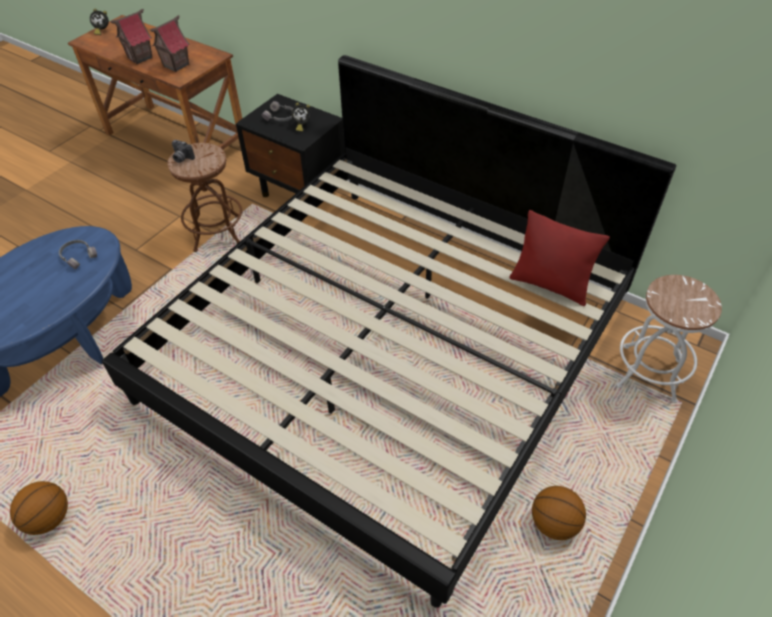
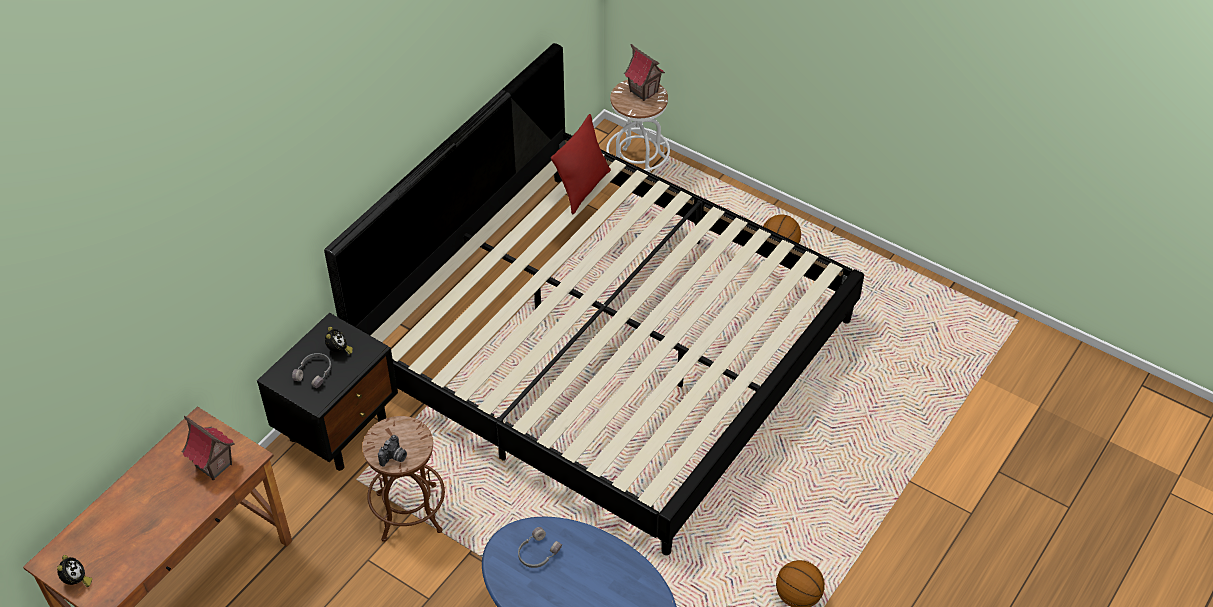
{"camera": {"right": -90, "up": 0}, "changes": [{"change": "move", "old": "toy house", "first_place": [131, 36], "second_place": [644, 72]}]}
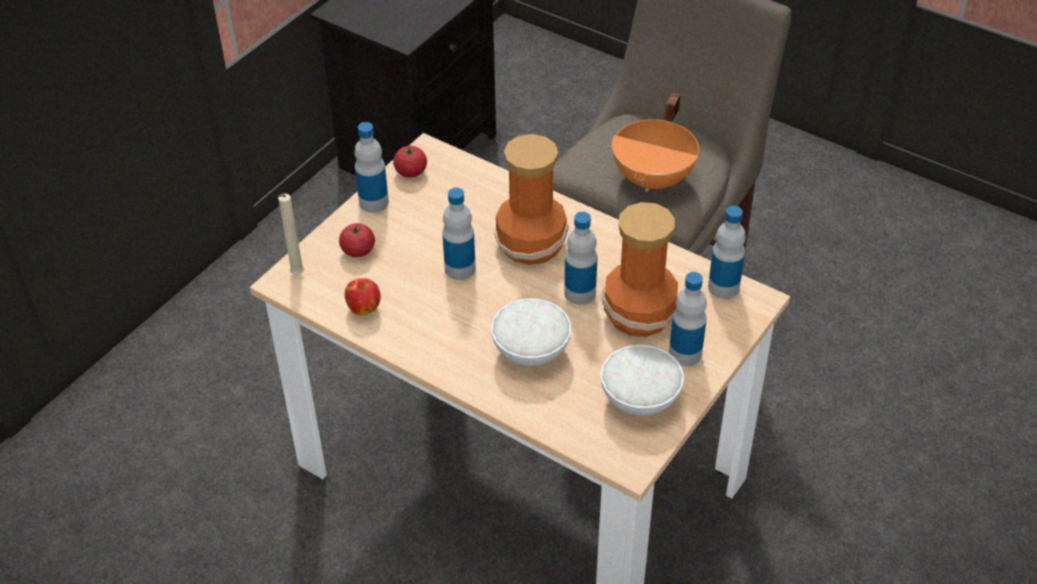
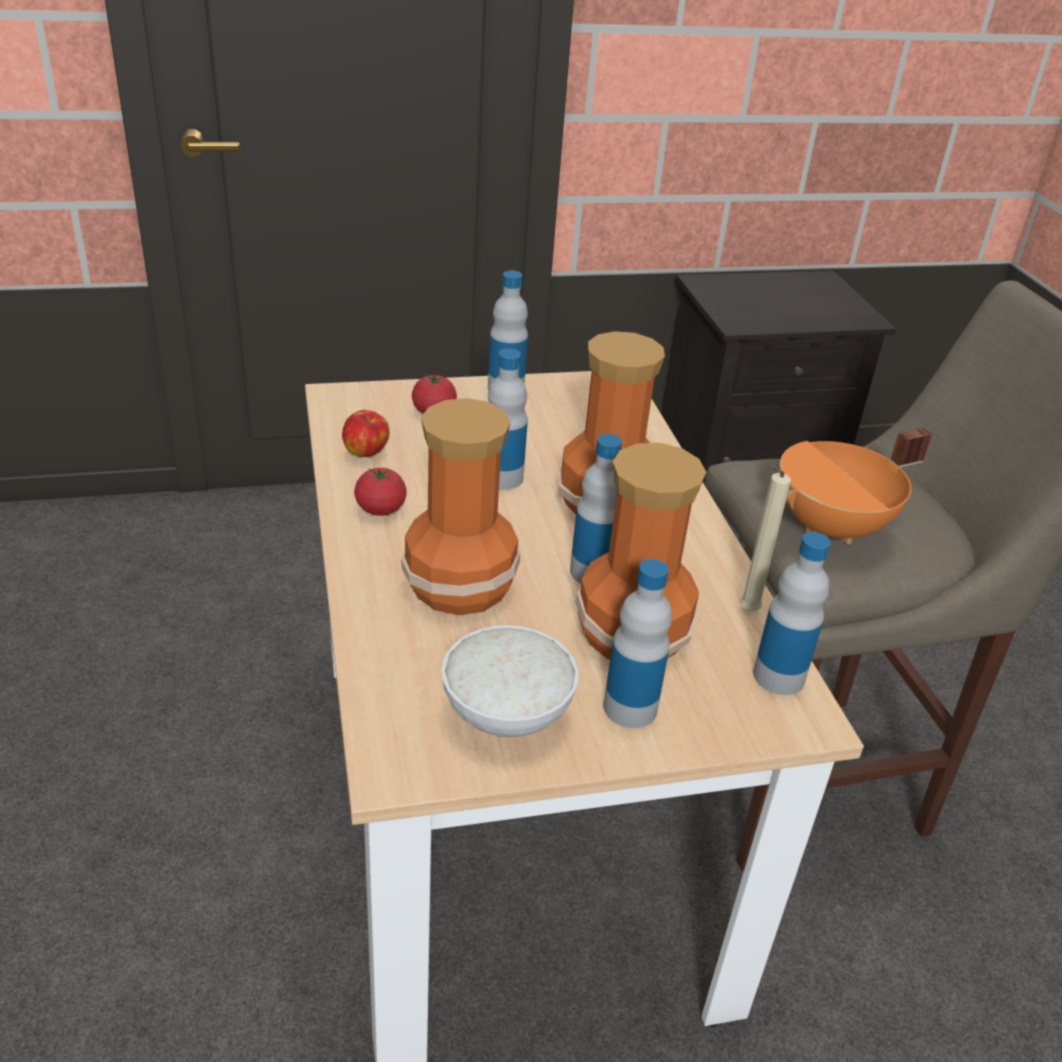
{"camera": {"right": 40, "up": -10}, "changes": [{"change": "move", "old": "tomato", "first_place": [410, 161], "second_place": [380, 492]}, {"change": "move", "old": "candle/beige", "first_place": [290, 234], "second_place": [765, 538]}, {"change": "replace", "old": "bowl/white", "new": "vase", "first_place": [531, 332], "second_place": [460, 506]}]}
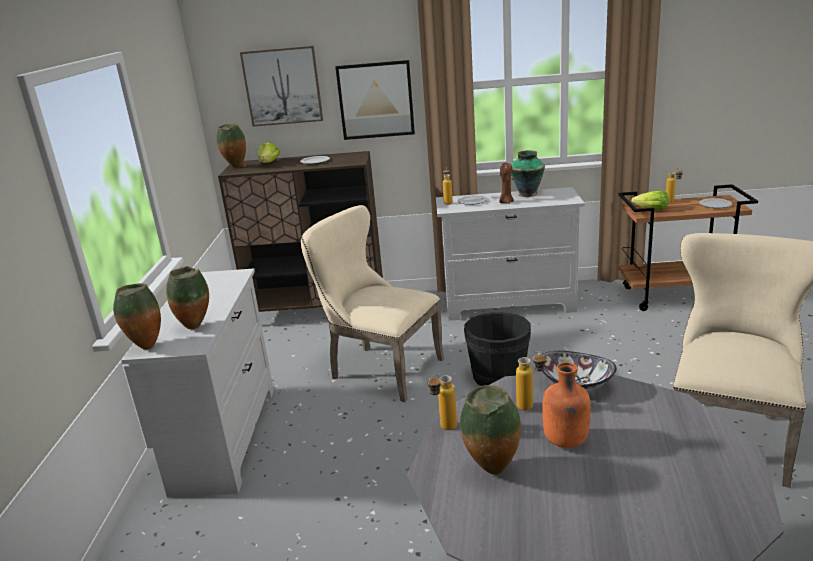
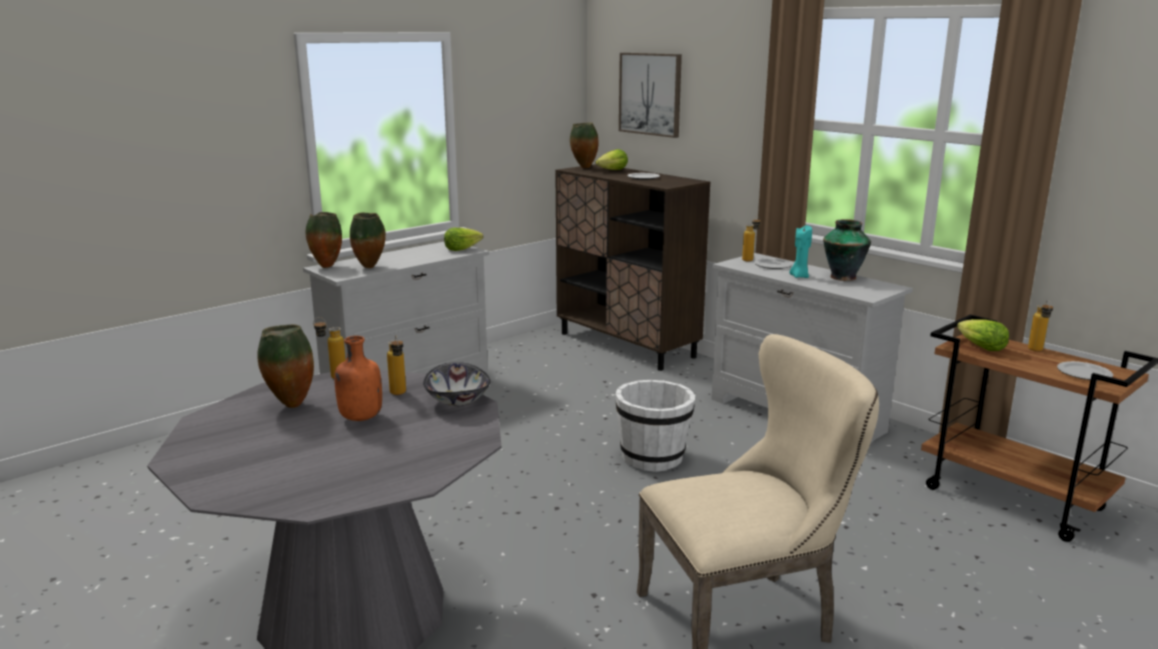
{"camera": {"right": 45, "up": -5}, "changes": [{"change": "delete", "old": "picture", "first_place": [375, 100]}, {"change": "recolor", "old": "candle/brown", "new": "candle/turquoise", "first_place": [506, 183], "second_place": [800, 251]}, {"change": "delete", "old": "chair/beige", "first_place": [372, 303]}, {"change": "recolor", "old": "bucket/black", "new": "bucket/white", "first_place": [497, 349], "second_place": [655, 426]}, {"change": "insert", "new": "lettuce", "second_place": [463, 239]}]}
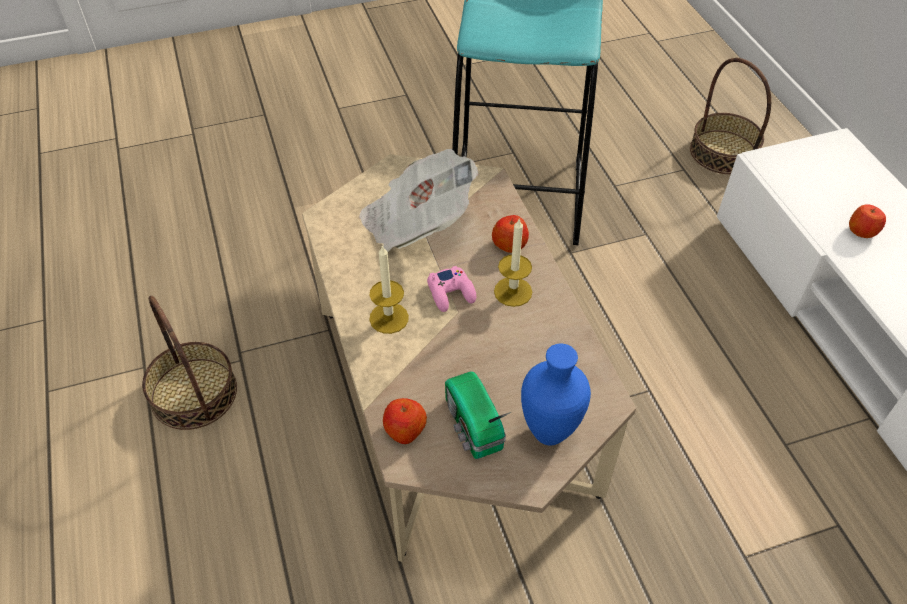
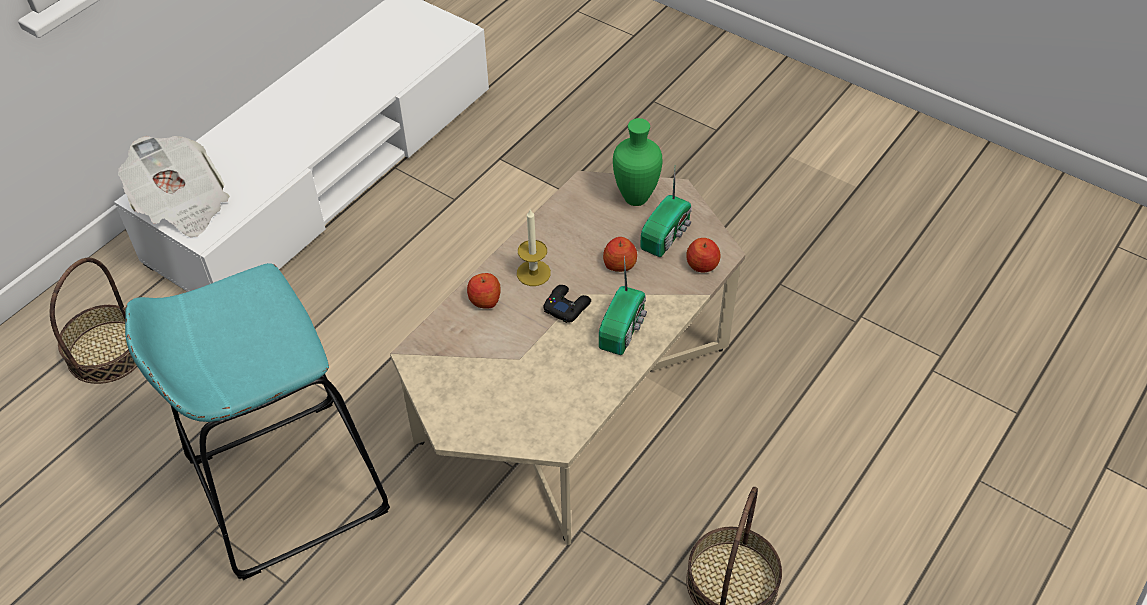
{"camera": {"right": -125, "up": 0}, "changes": [{"change": "move", "old": "newspaper", "first_place": [418, 200], "second_place": [174, 186]}, {"change": "move", "old": "apple", "first_place": [867, 221], "second_place": [620, 254]}, {"change": "replace", "old": "candle", "new": "radio", "first_place": [389, 289], "second_place": [623, 305]}, {"change": "recolor", "old": "game controller/pink", "new": "game controller/black", "first_place": [451, 289], "second_place": [567, 304]}, {"change": "recolor", "old": "vase/blue", "new": "vase/green", "first_place": [556, 394], "second_place": [637, 162]}]}
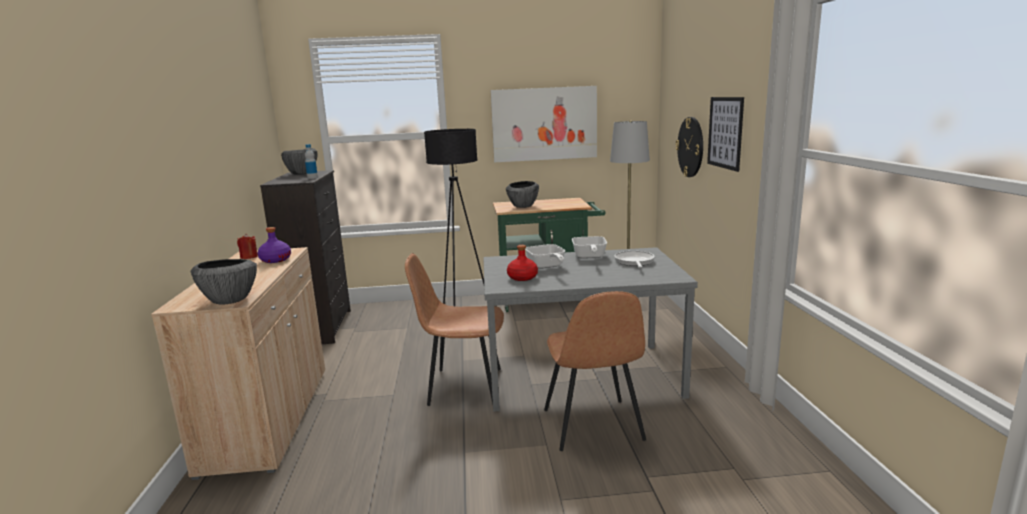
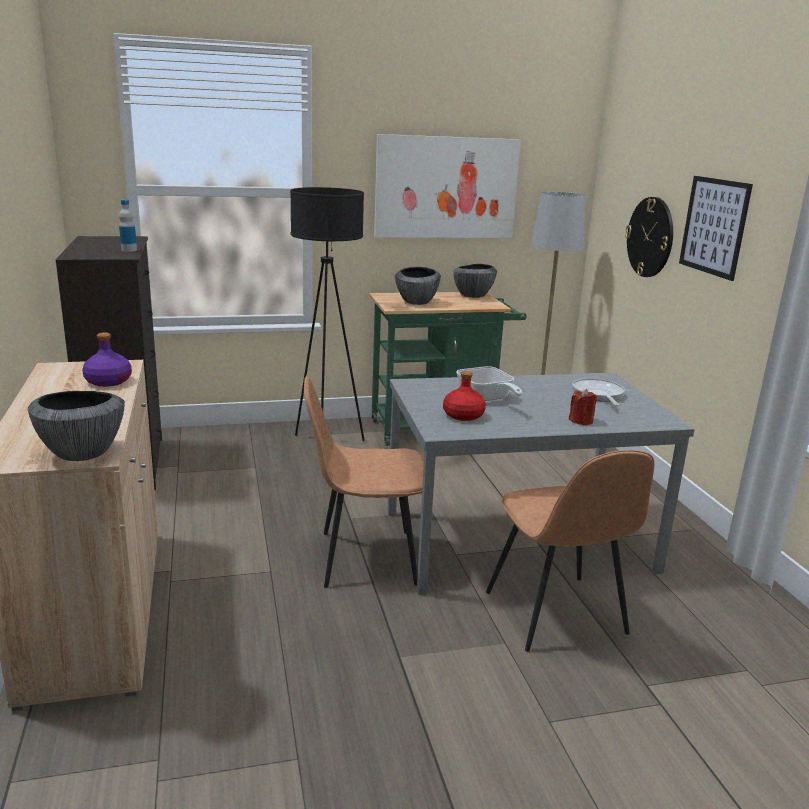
{"camera": {"right": -10, "up": 5}, "changes": [{"change": "move", "old": "bowl", "first_place": [299, 161], "second_place": [475, 281]}, {"change": "move", "old": "candle/red", "first_place": [247, 246], "second_place": [583, 407]}, {"change": "delete", "old": "frying pan", "first_place": [589, 247]}]}
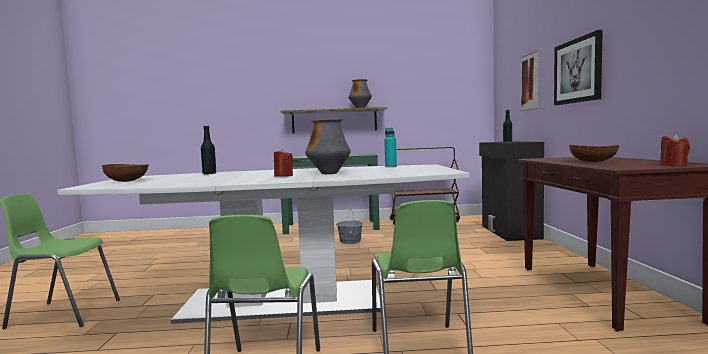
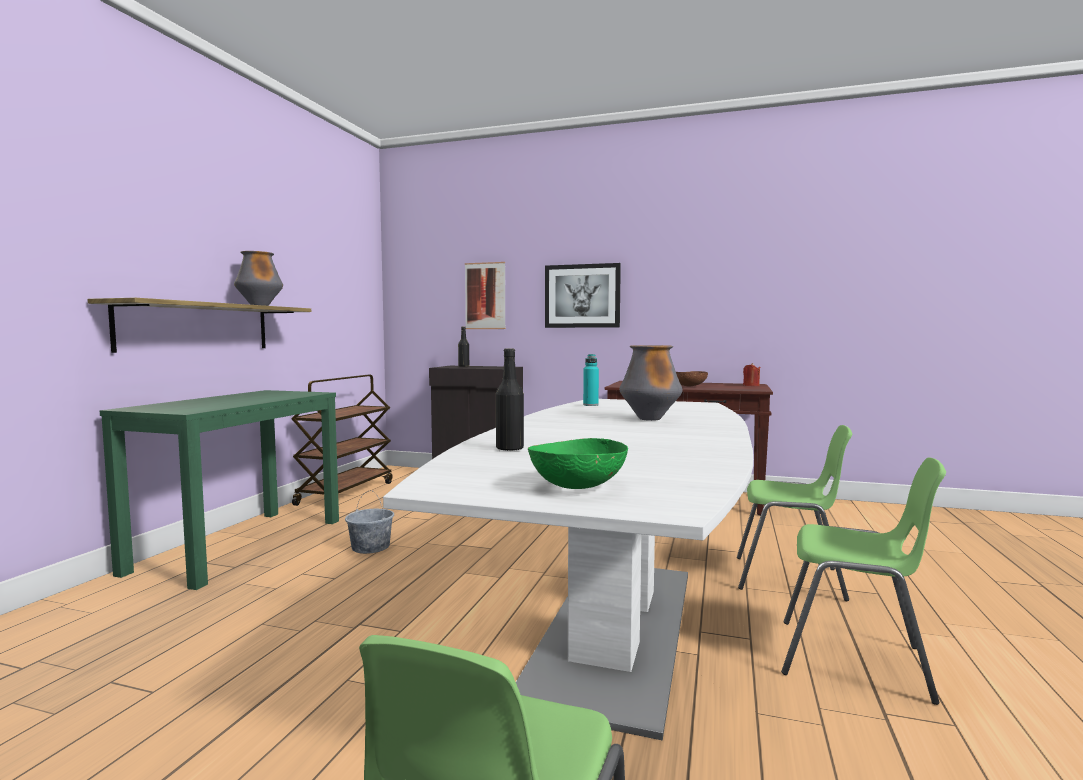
{"camera": {"right": -70, "up": 0}, "changes": [{"change": "delete", "old": "candle/red", "first_place": [283, 163]}, {"change": "recolor", "old": "bowl/brown", "new": "bowl/green", "first_place": [125, 173], "second_place": [578, 463]}]}
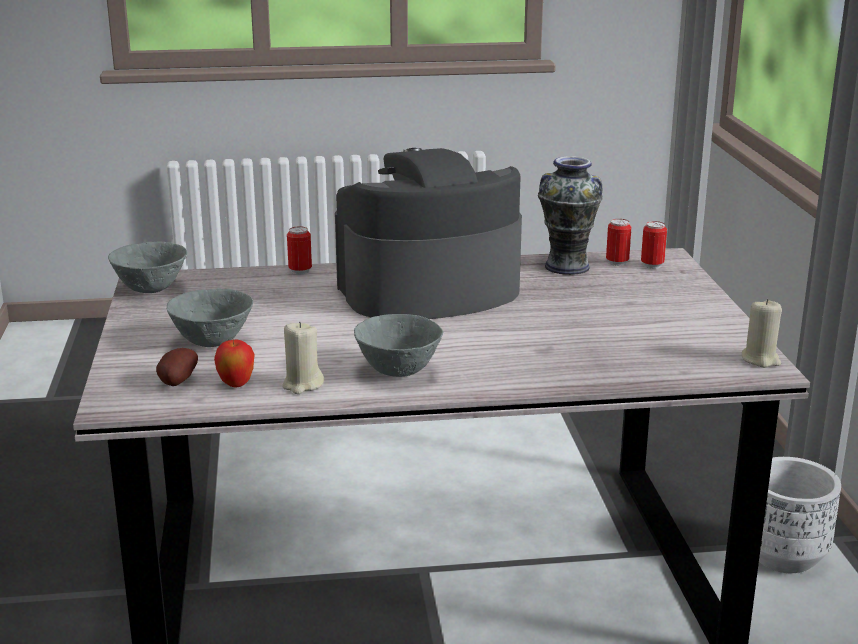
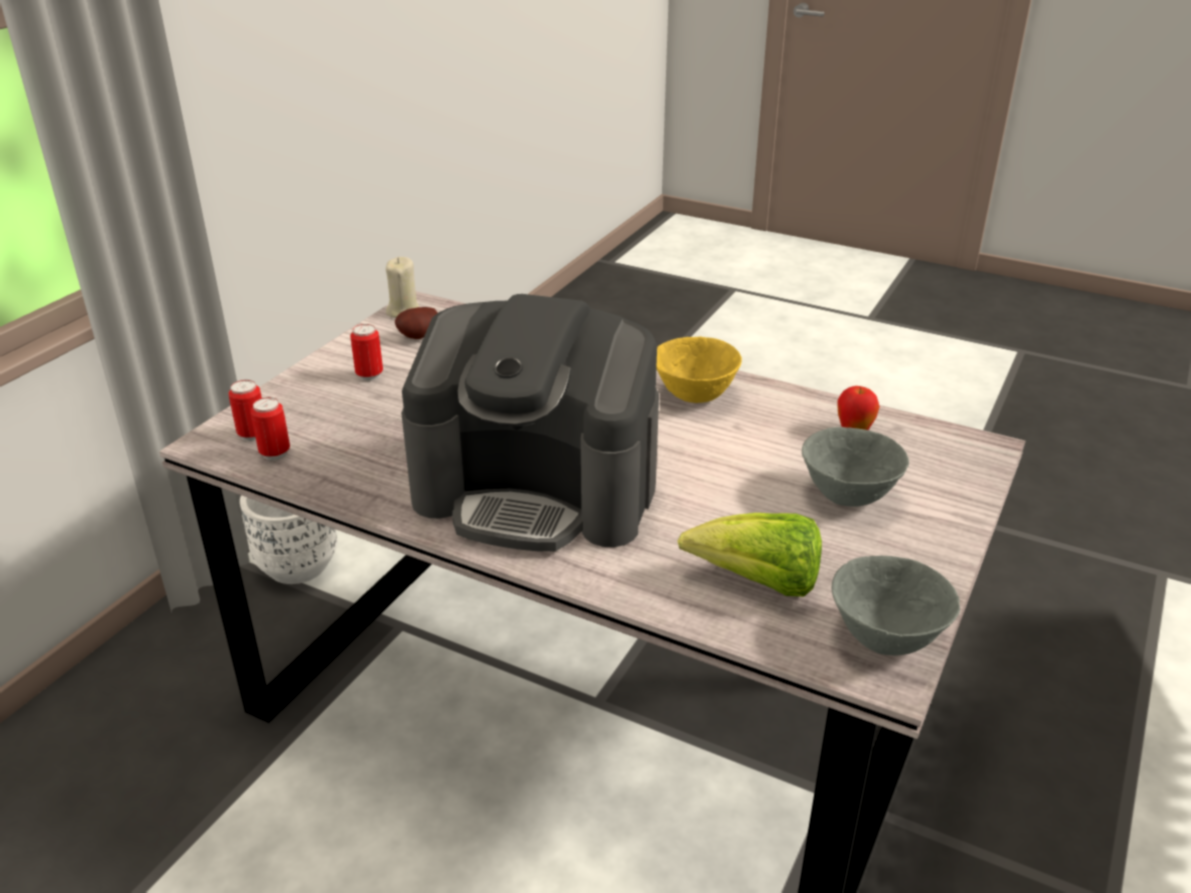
{"camera": {"right": -145, "up": 10}, "changes": [{"change": "delete", "old": "vase", "first_place": [570, 215]}, {"change": "move", "old": "can", "first_place": [299, 250], "second_place": [366, 352]}, {"change": "recolor", "old": "bowl/grey", "new": "bowl/yellow", "first_place": [398, 345], "second_place": [699, 370]}, {"change": "delete", "old": "candle/beige", "first_place": [303, 357]}, {"change": "move", "old": "potato", "first_place": [177, 367], "second_place": [416, 323]}, {"change": "insert", "new": "lettuce", "second_place": [750, 555]}]}
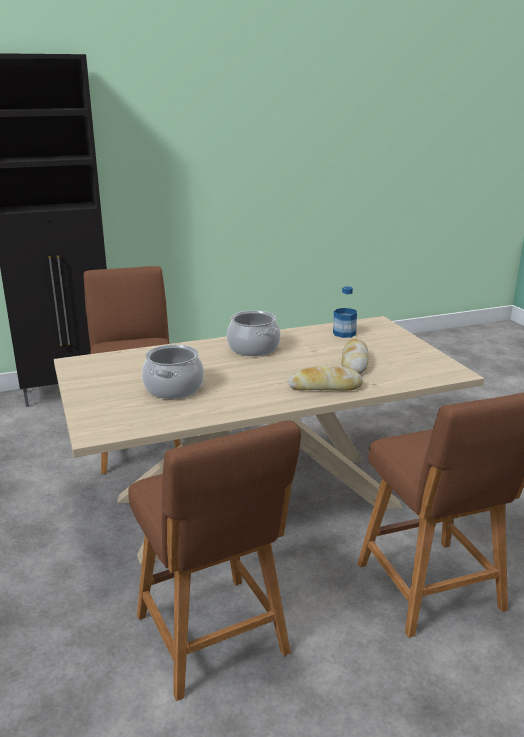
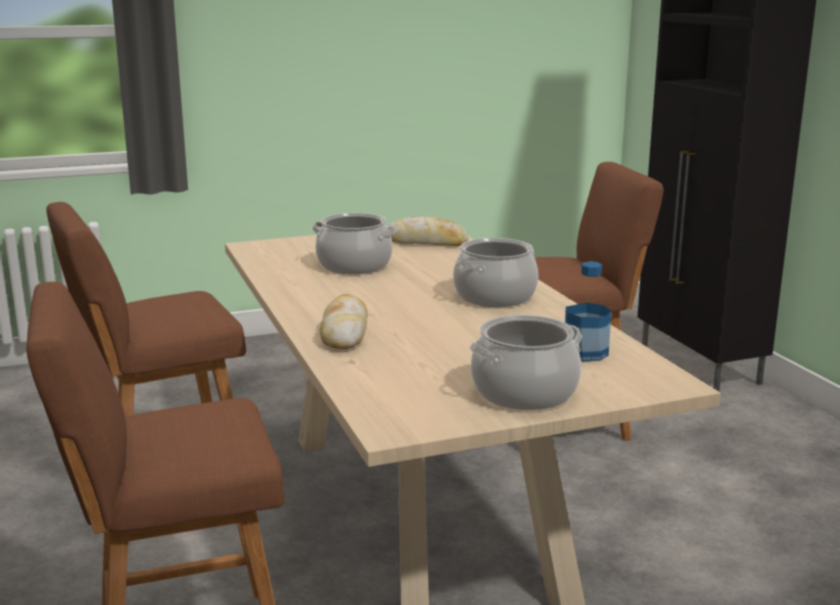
{"camera": {"right": 90, "up": -5}, "changes": [{"change": "move", "old": "bread", "first_place": [355, 356], "second_place": [428, 231]}, {"change": "insert", "new": "cooking pot", "second_place": [525, 362]}]}
